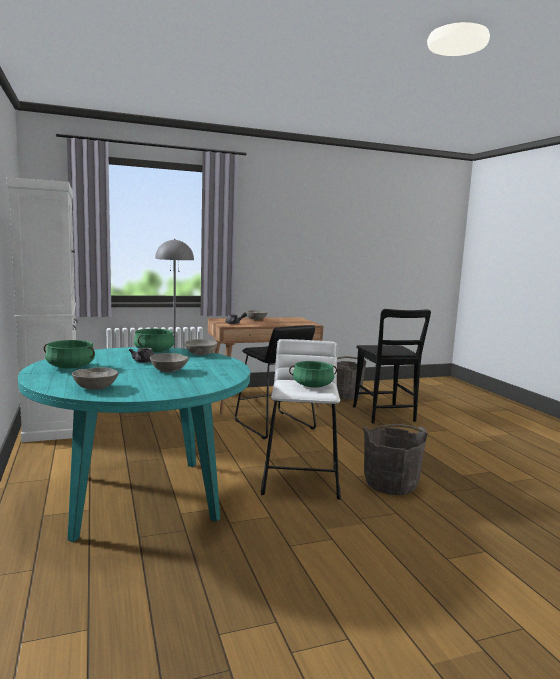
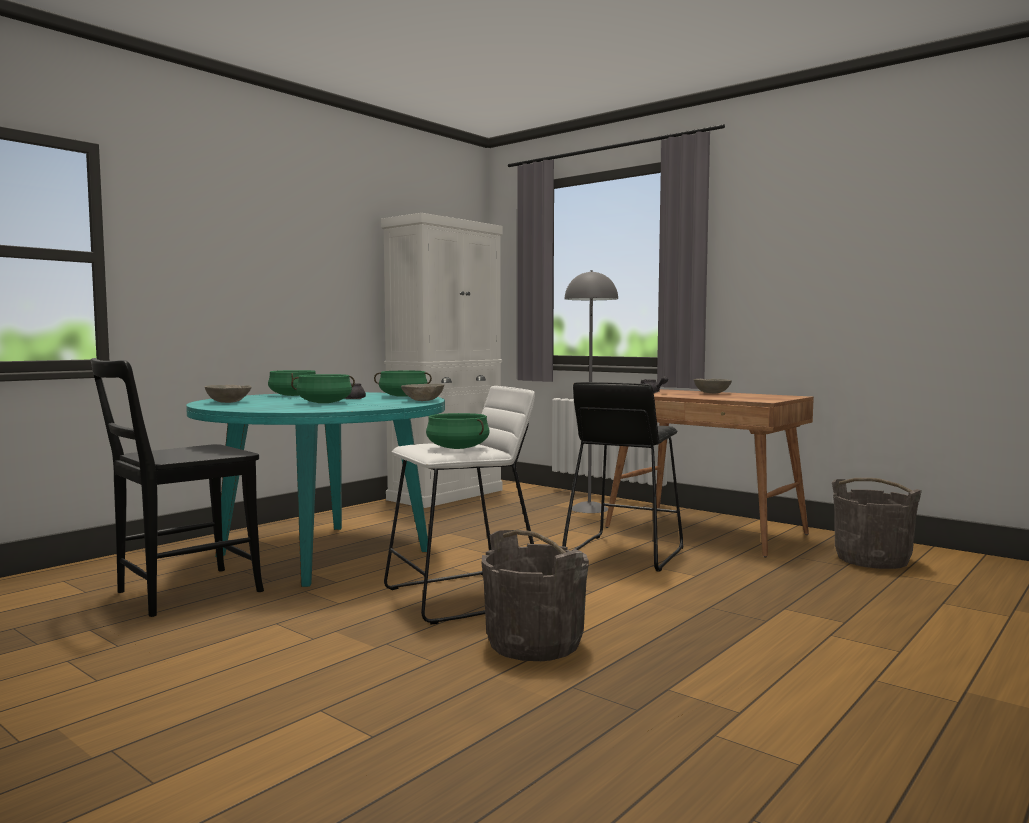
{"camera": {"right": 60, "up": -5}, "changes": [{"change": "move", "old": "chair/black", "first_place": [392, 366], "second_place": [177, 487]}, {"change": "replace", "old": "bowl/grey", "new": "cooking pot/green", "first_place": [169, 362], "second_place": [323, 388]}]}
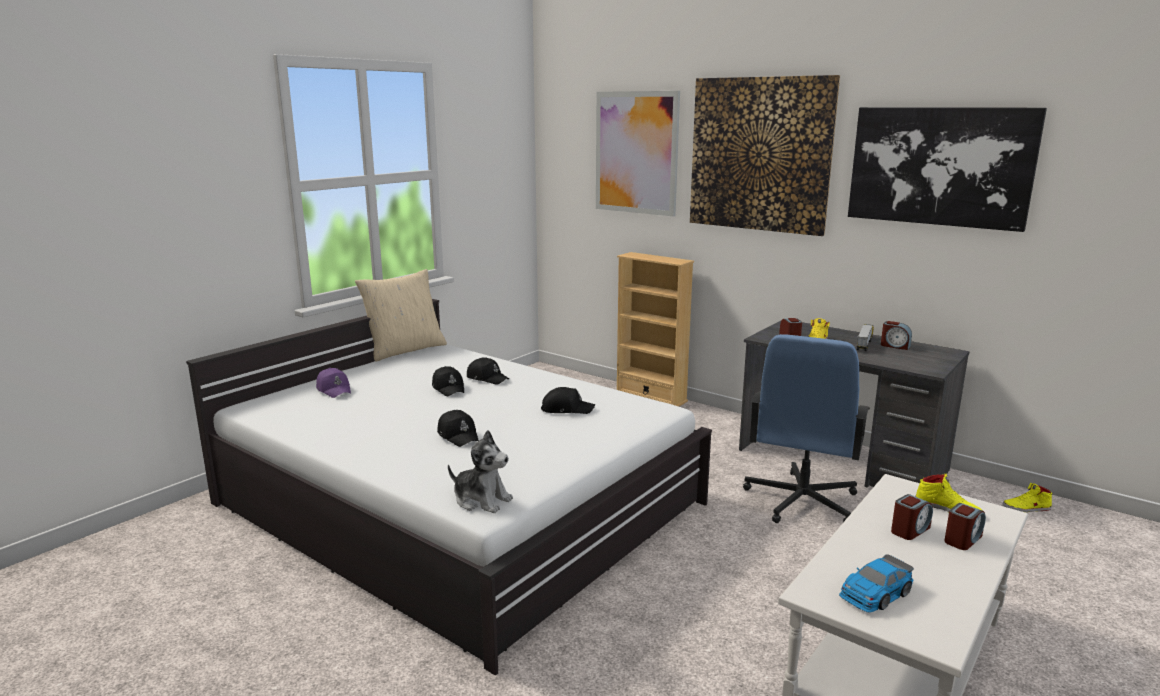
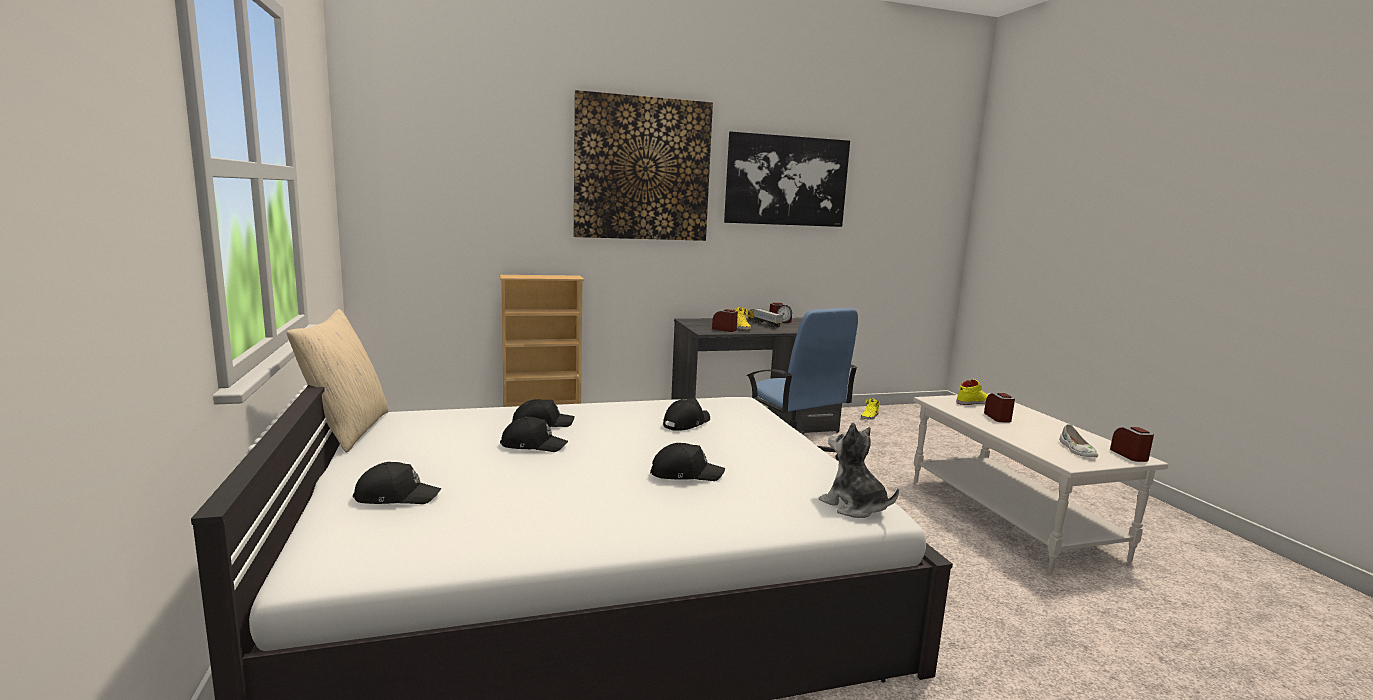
{"camera": {"right": -55, "up": -5}, "changes": [{"change": "delete", "old": "picture", "first_place": [638, 154]}, {"change": "recolor", "old": "cap/purple", "new": "cap/black", "first_place": [333, 383], "second_place": [397, 483]}, {"change": "rotate", "old": "plush toy", "first_place": [480, 471], "second_place": [859, 470], "degrees": -105}, {"change": "move", "old": "alarm clock", "first_place": [965, 526], "second_place": [1132, 444]}, {"change": "replace", "old": "toy car", "new": "shoe/white", "first_place": [876, 583], "second_place": [1078, 440]}]}
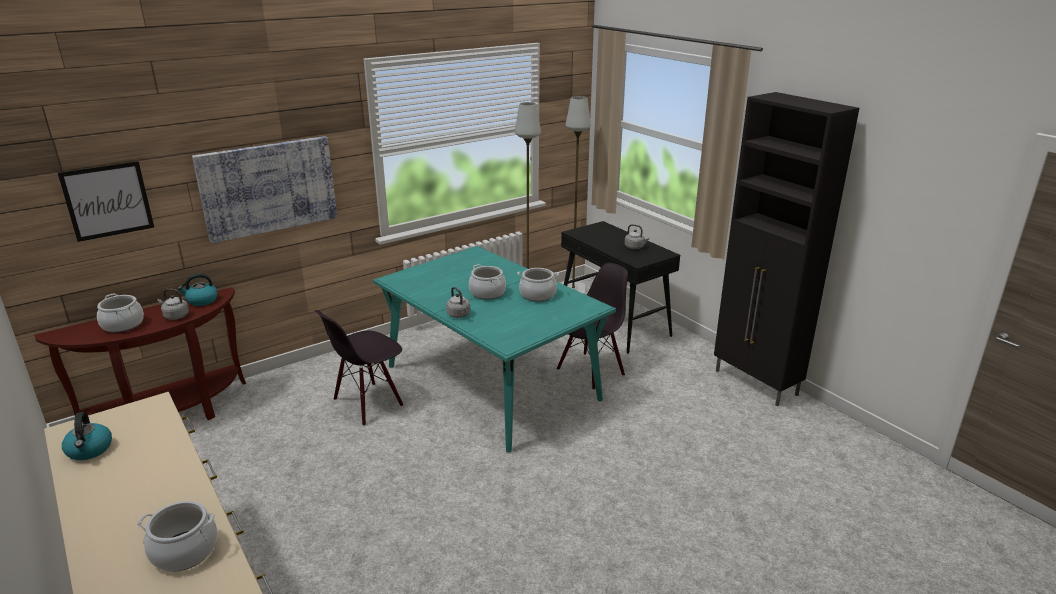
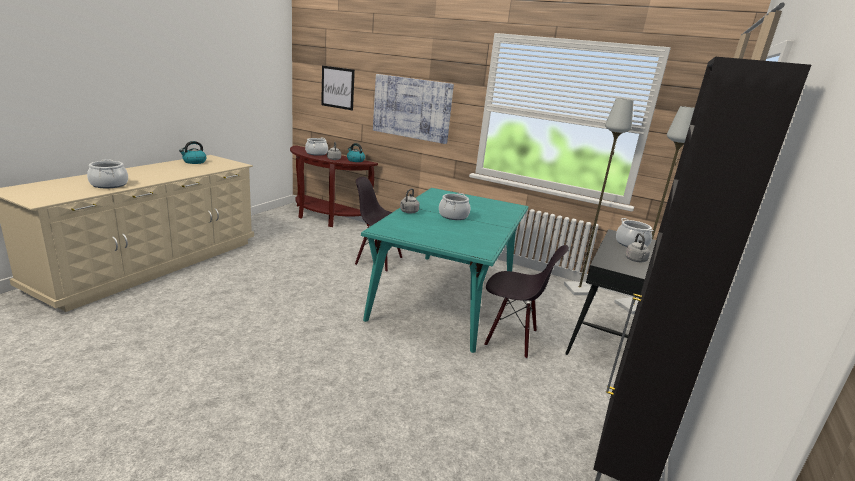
{"camera": {"right": 60, "up": -5}, "changes": [{"change": "move", "old": "cooking pot", "first_place": [538, 285], "second_place": [635, 232]}]}
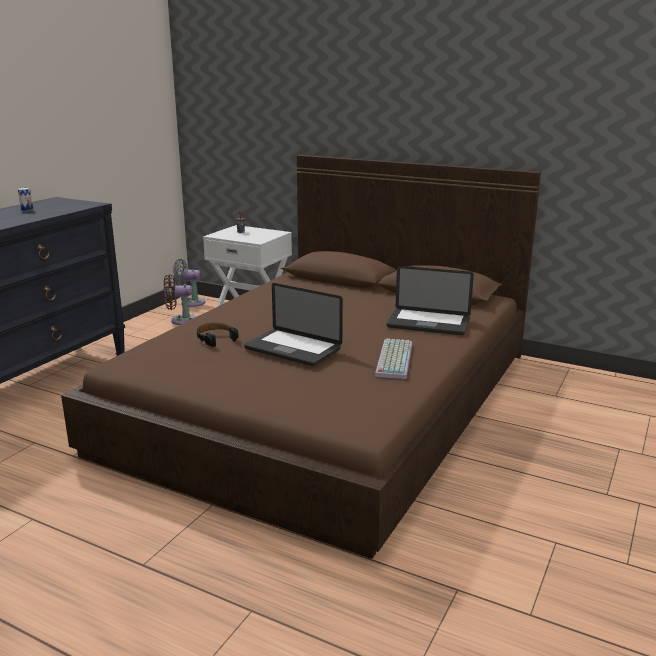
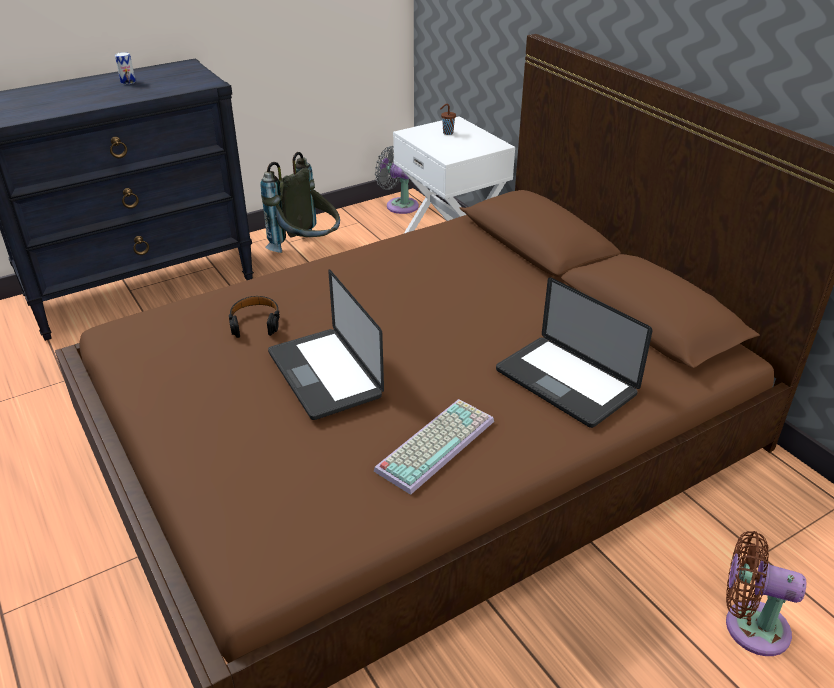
{"camera": {"right": 30, "up": 15}, "changes": [{"change": "move", "old": "fan/brown", "first_place": [180, 300], "second_place": [766, 593]}, {"change": "insert", "new": "backpack/grey", "second_place": [300, 202]}]}
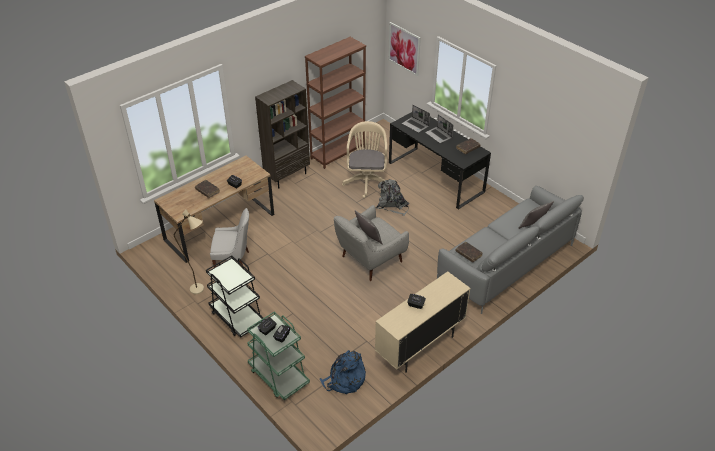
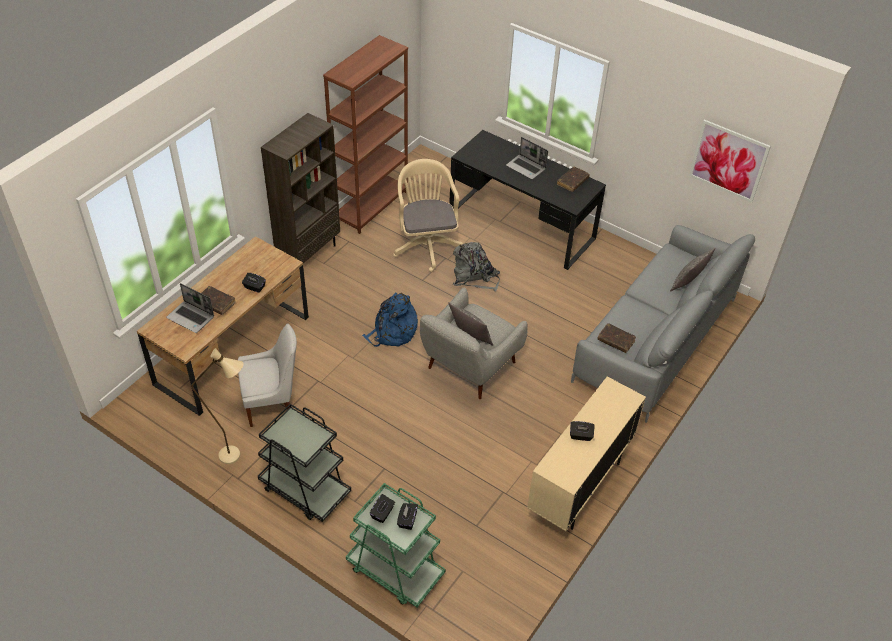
{"camera": {"right": -15, "up": 5}, "changes": [{"change": "move", "old": "picture", "first_place": [404, 49], "second_place": [730, 161]}, {"change": "move", "old": "laptop", "first_place": [416, 119], "second_place": [190, 308]}, {"change": "move", "old": "backpack/blue", "first_place": [343, 372], "second_place": [390, 319]}]}
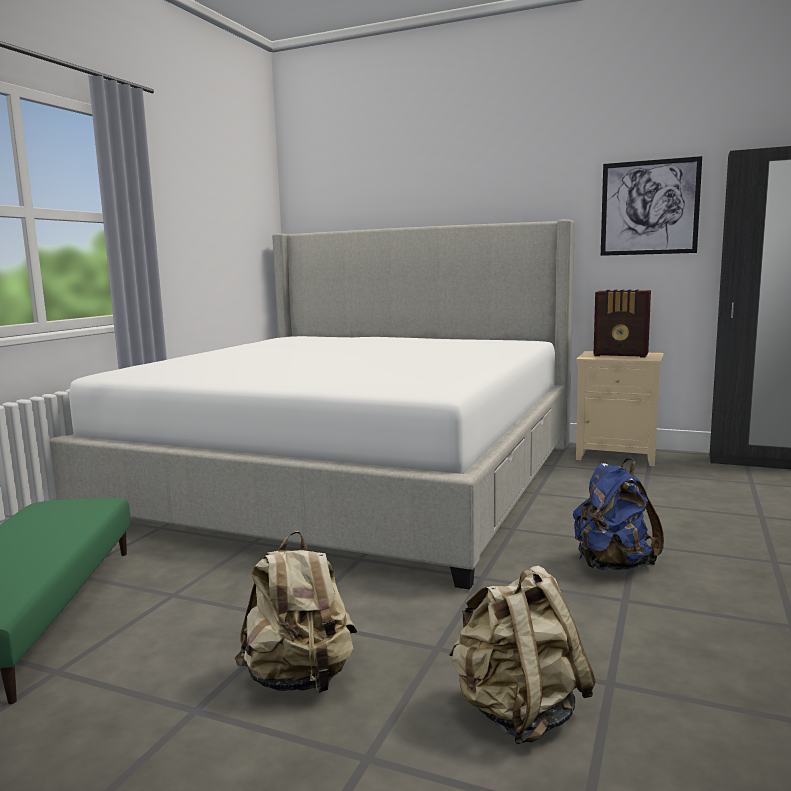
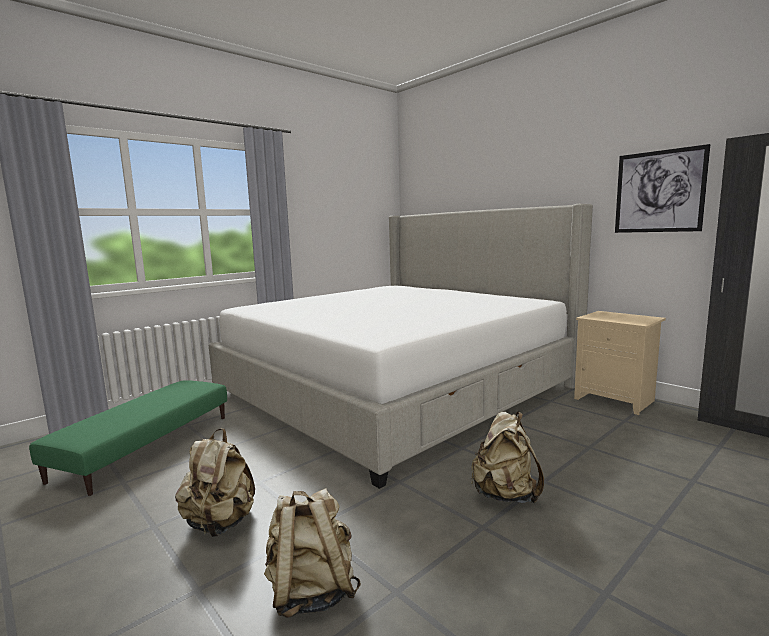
{"camera": {"right": 25, "up": 0}, "changes": [{"change": "delete", "old": "radio", "first_place": [622, 323]}, {"change": "recolor", "old": "backpack/blue", "new": "backpack/beige", "first_place": [618, 514], "second_place": [507, 457]}]}
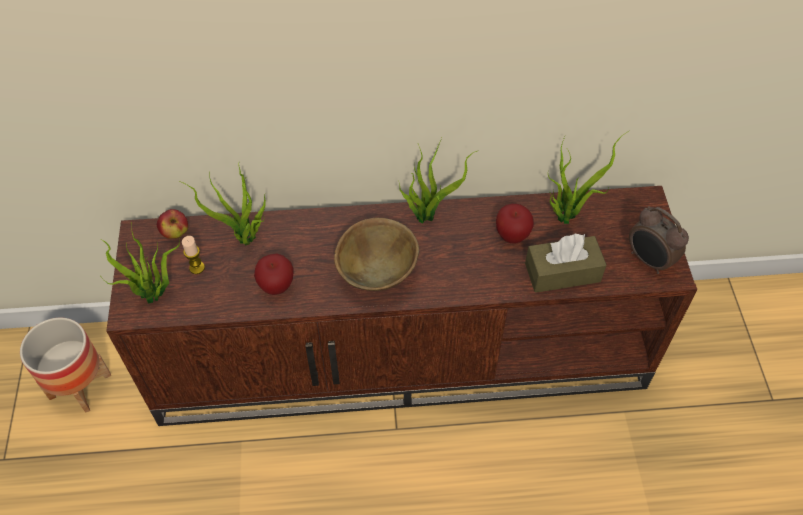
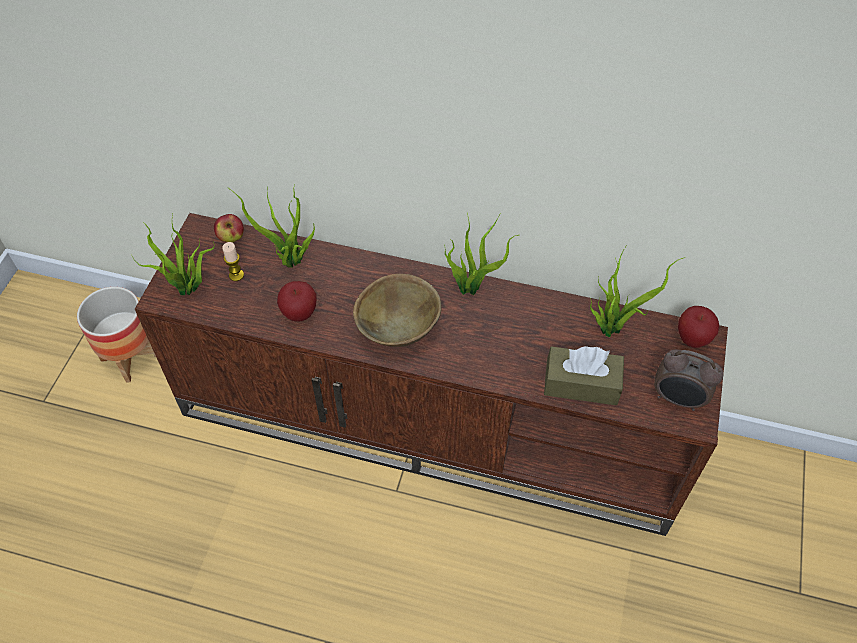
{"camera": {"right": 20, "up": 0}, "changes": [{"change": "move", "old": "apple", "first_place": [515, 224], "second_place": [698, 327]}, {"change": "rotate", "old": "alarm clock", "first_place": [659, 240], "second_place": [688, 380], "degrees": -45}]}
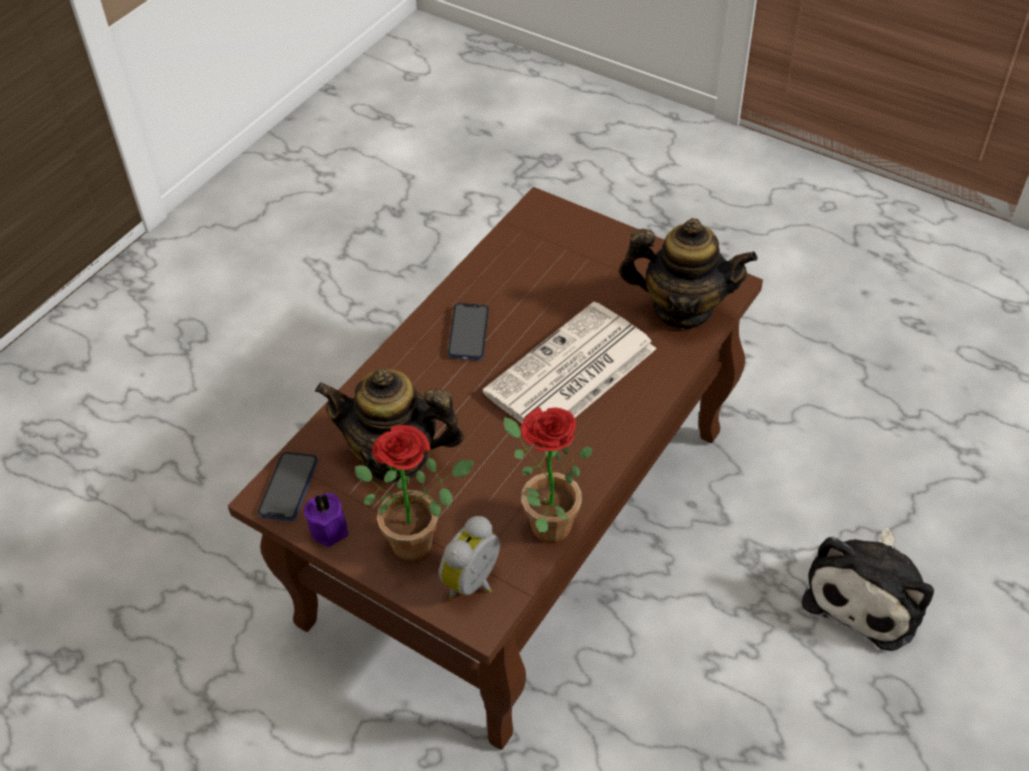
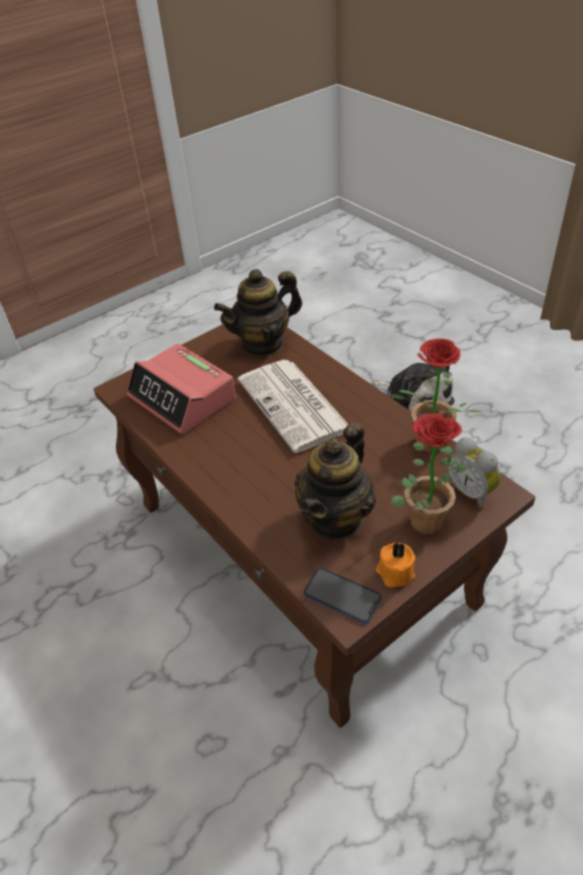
{"camera": {"right": -70, "up": -5}, "changes": [{"change": "rotate", "old": "teapot", "first_place": [688, 273], "second_place": [258, 313], "degrees": -150}, {"change": "delete", "old": "phone", "first_place": [468, 331]}, {"change": "recolor", "old": "candle/purple", "new": "candle/orange", "first_place": [325, 520], "second_place": [396, 564]}, {"change": "insert", "new": "alarm clock", "second_place": [181, 388]}]}
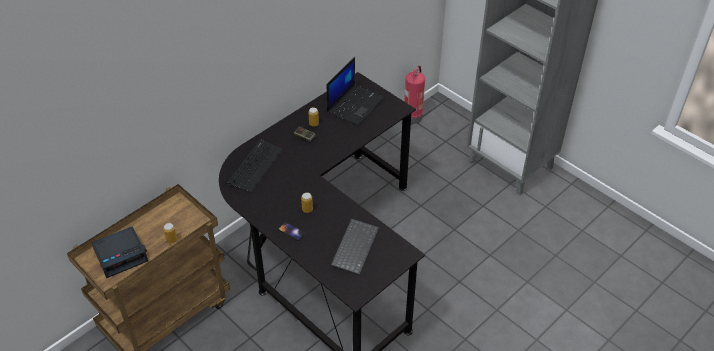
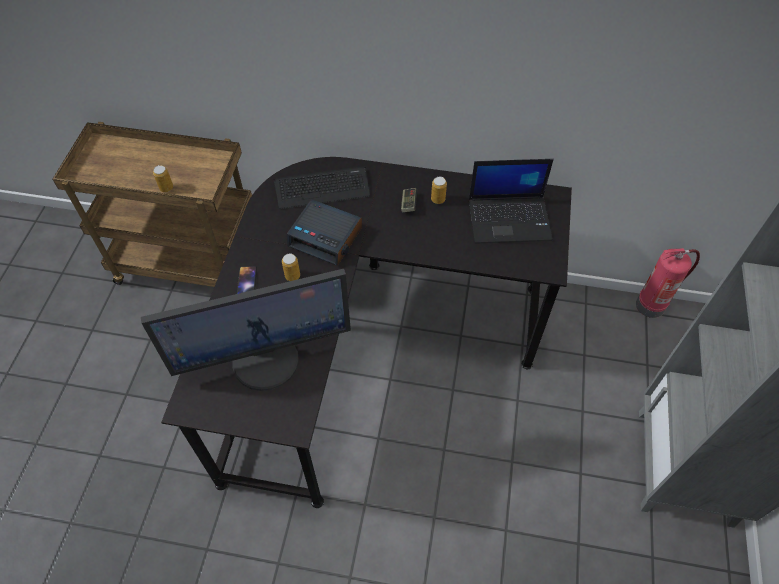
{"camera": {"right": 55, "up": 10}, "changes": [{"change": "replace", "old": "keyboard", "new": "monitor", "first_place": [355, 247], "second_place": [246, 330]}, {"change": "move", "old": "alarm clock", "first_place": [119, 252], "second_place": [324, 232]}]}
